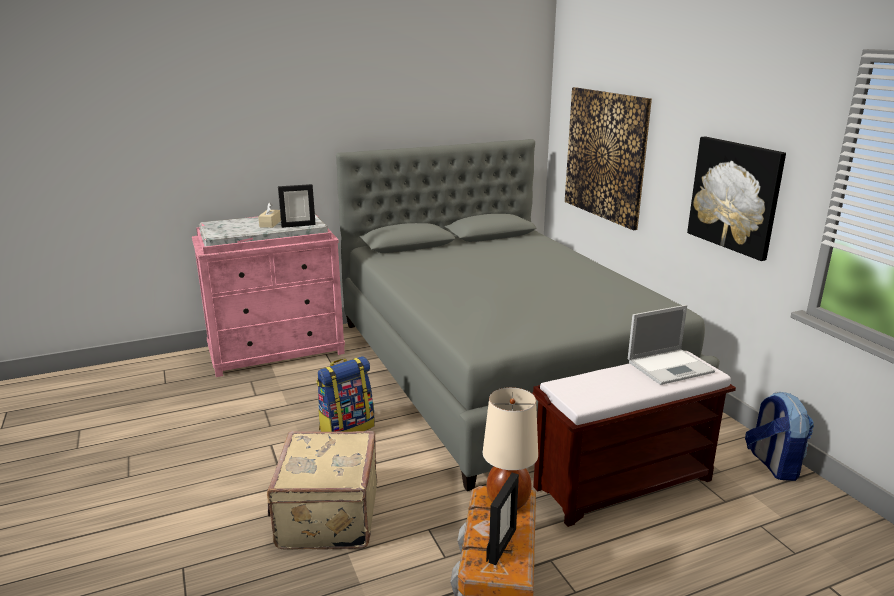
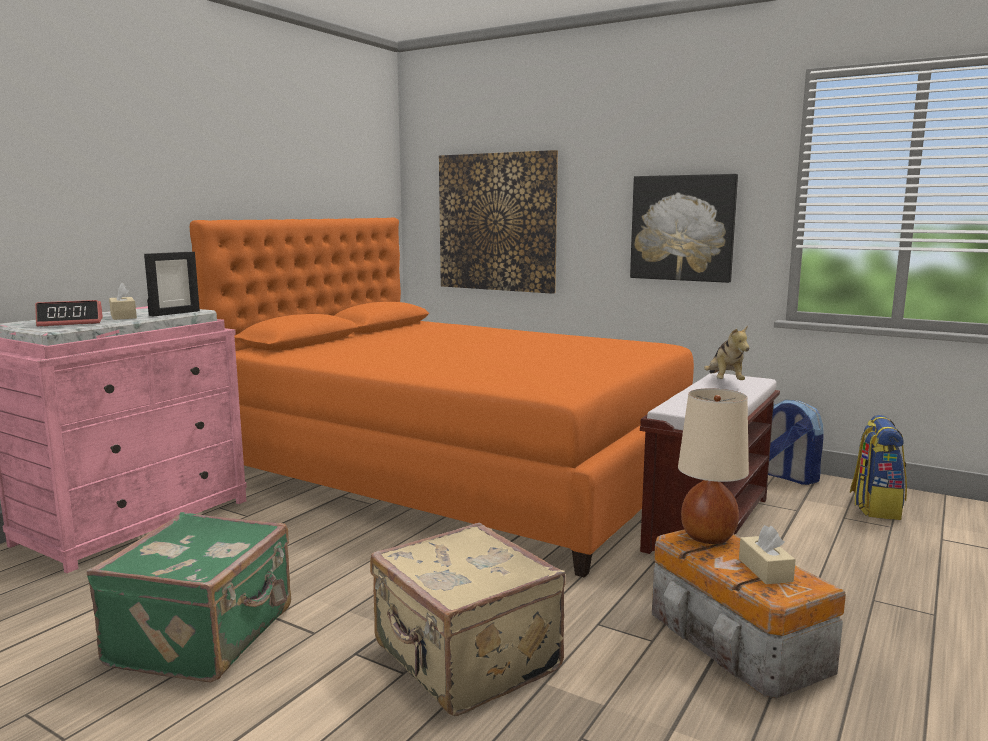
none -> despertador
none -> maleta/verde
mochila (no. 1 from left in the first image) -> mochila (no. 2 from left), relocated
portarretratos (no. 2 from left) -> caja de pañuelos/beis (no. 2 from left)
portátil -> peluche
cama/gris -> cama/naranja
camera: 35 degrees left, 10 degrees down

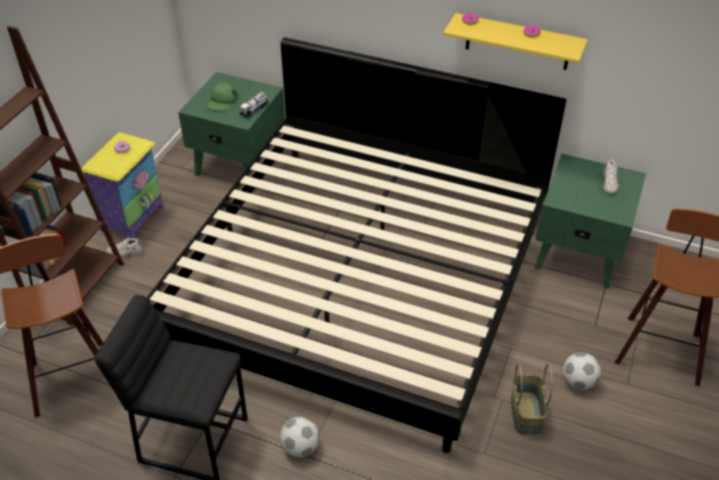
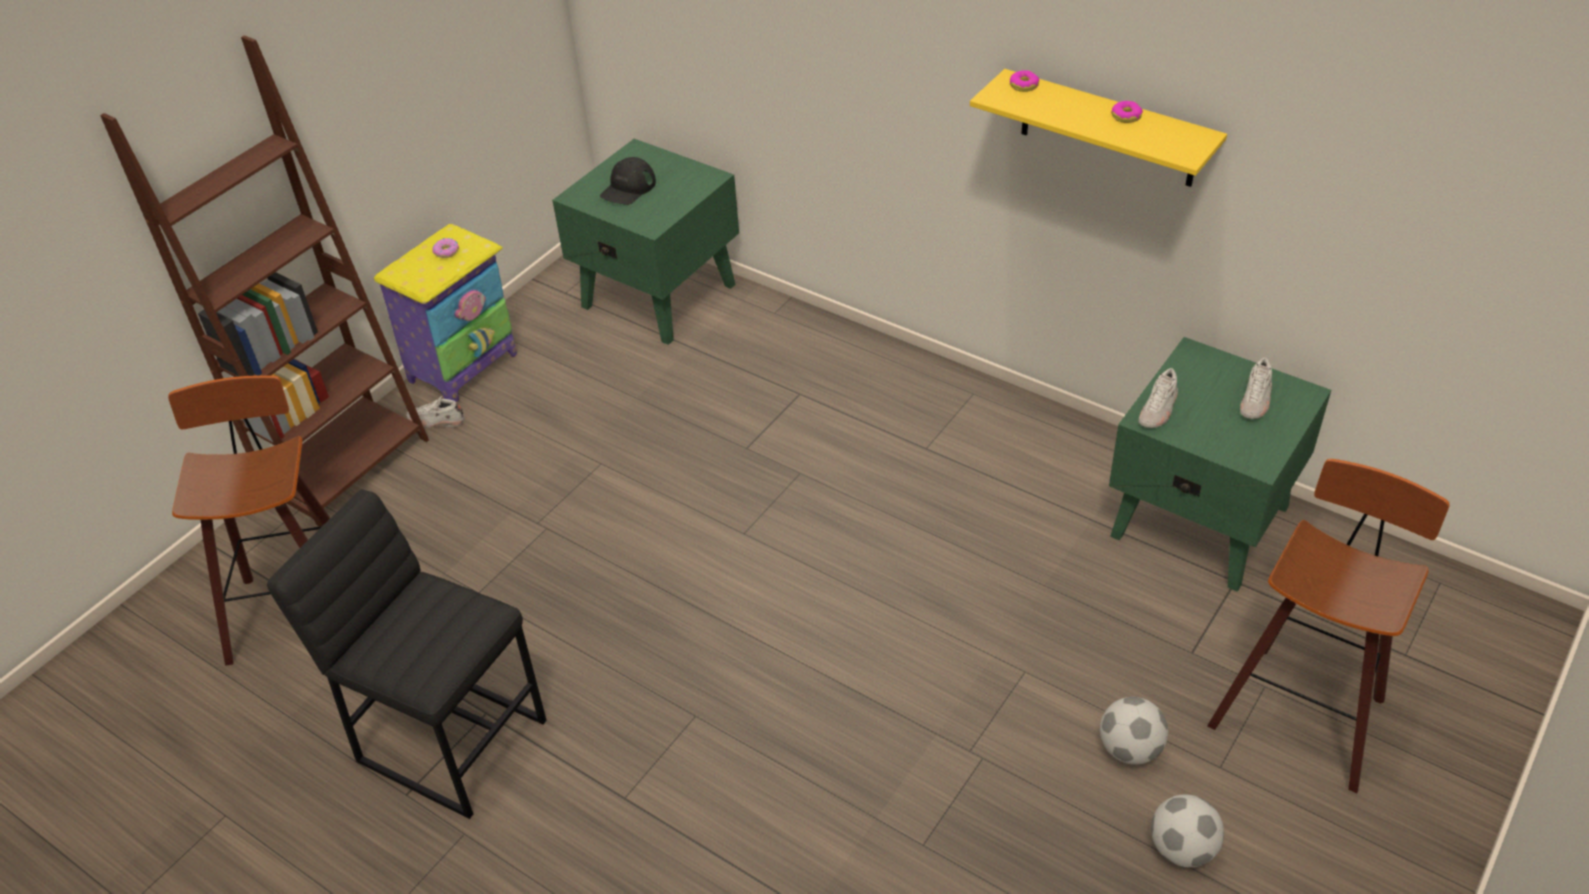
cama -> none
camión de juguete -> none
cesta -> none
none -> zapato/blanco (no. 2 from left)
balón de fútbol (no. 1 from left in the first image) -> balón de fútbol (no. 2 from left), relocated
gorra/verde -> gorra/negro
camera: 15 degrees right, 0 degrees up

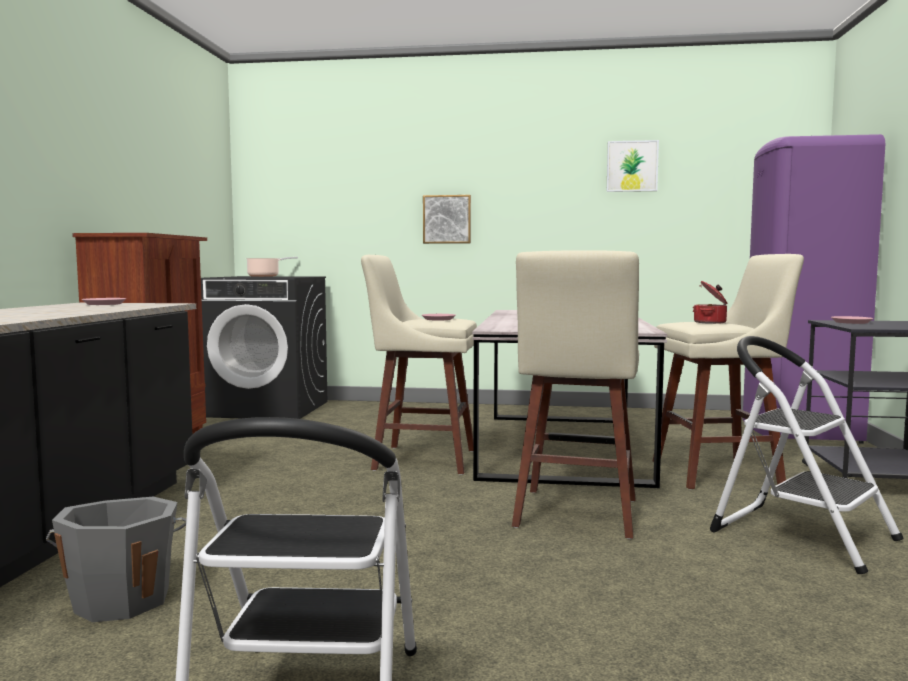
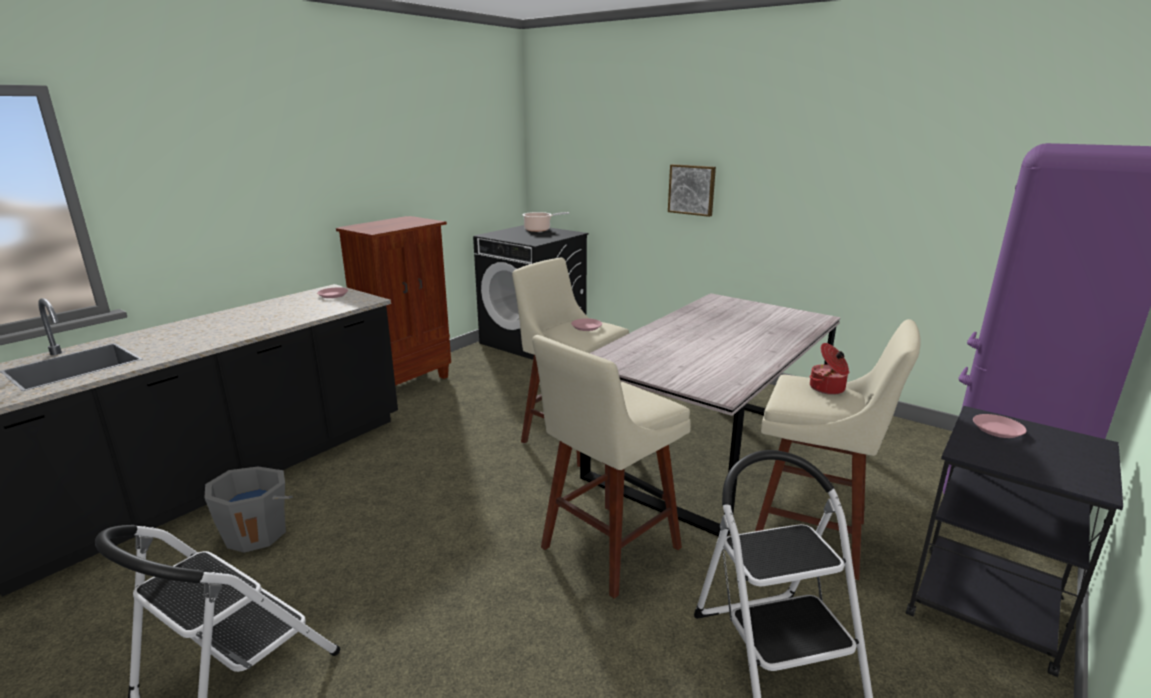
cuadro (no. 2 from left) -> none
camera: 30 degrees right, 15 degrees up

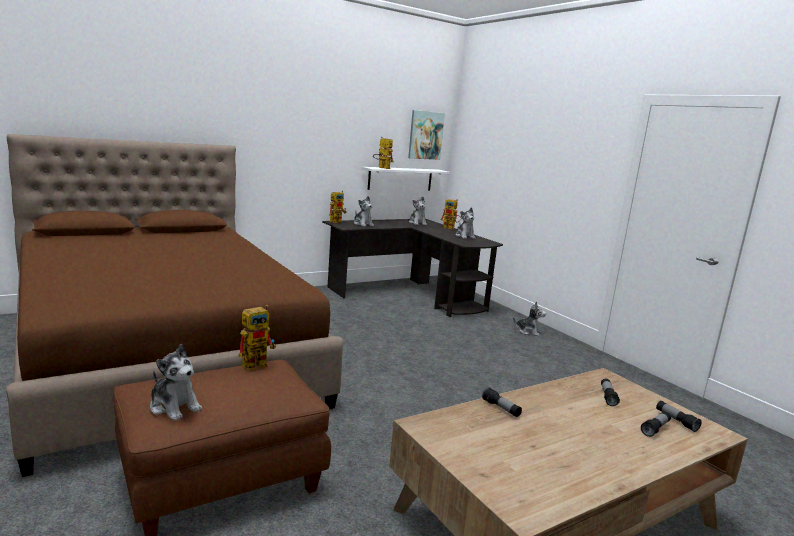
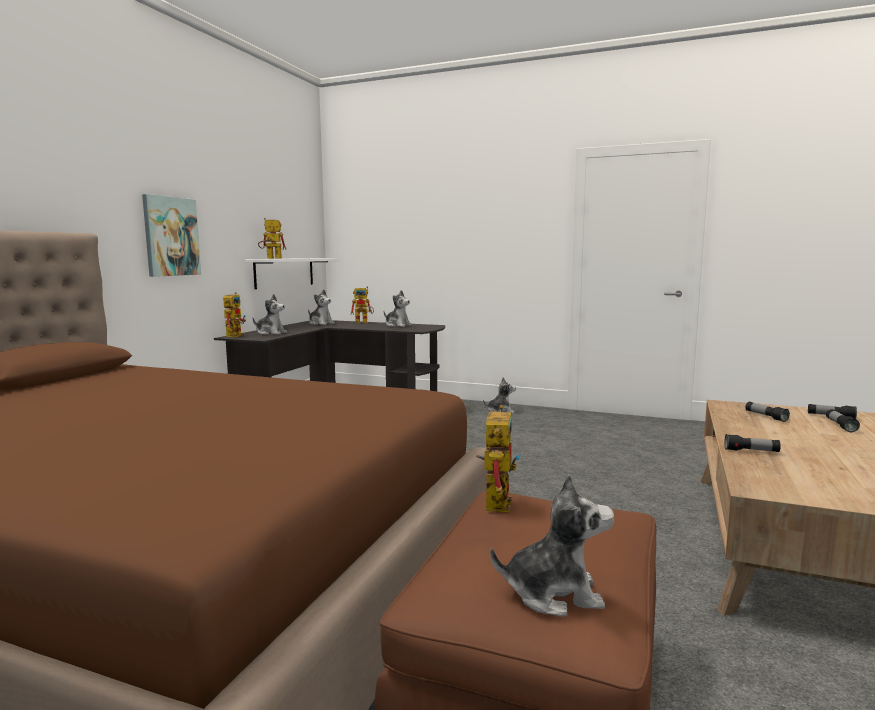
cuadro, relocated
camera: 35 degrees left, 5 degrees down

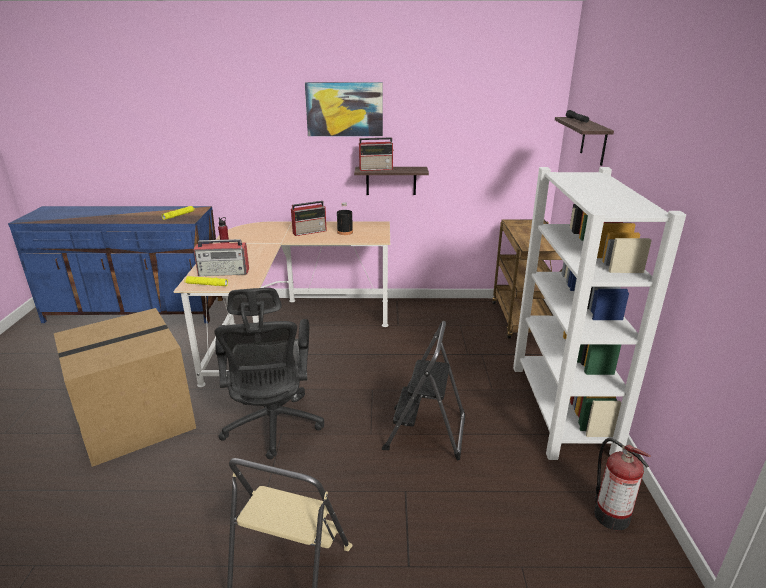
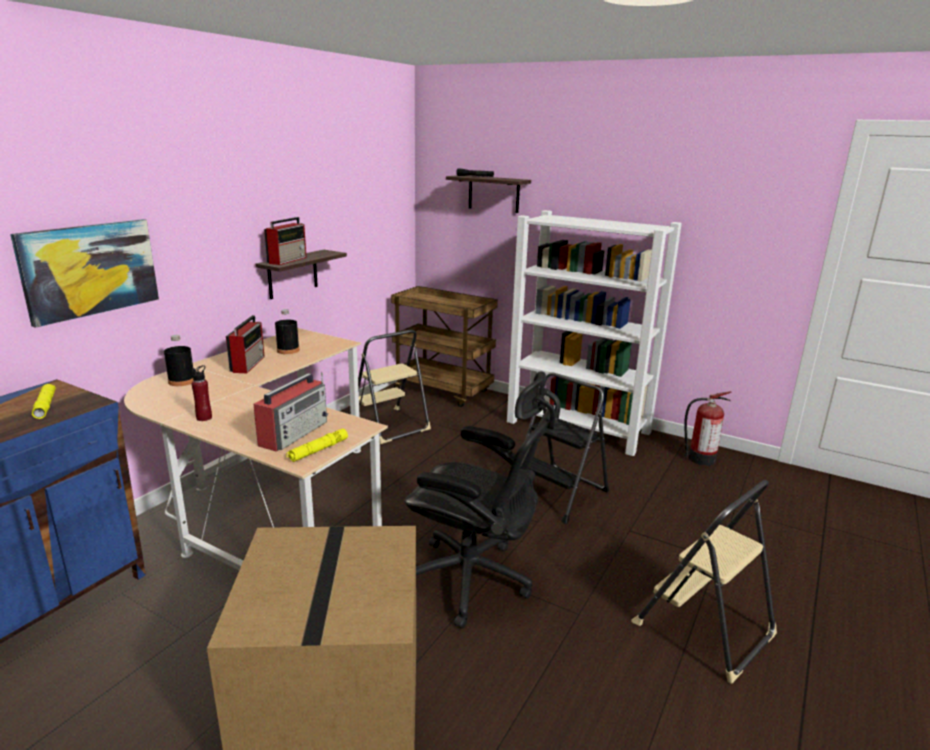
none -> botella/negro (no. 1 from left)
none -> escalera de tijera/beis (no. 1 from left)
cuadro, relocated
camera: 60 degrees left, 5 degrees down

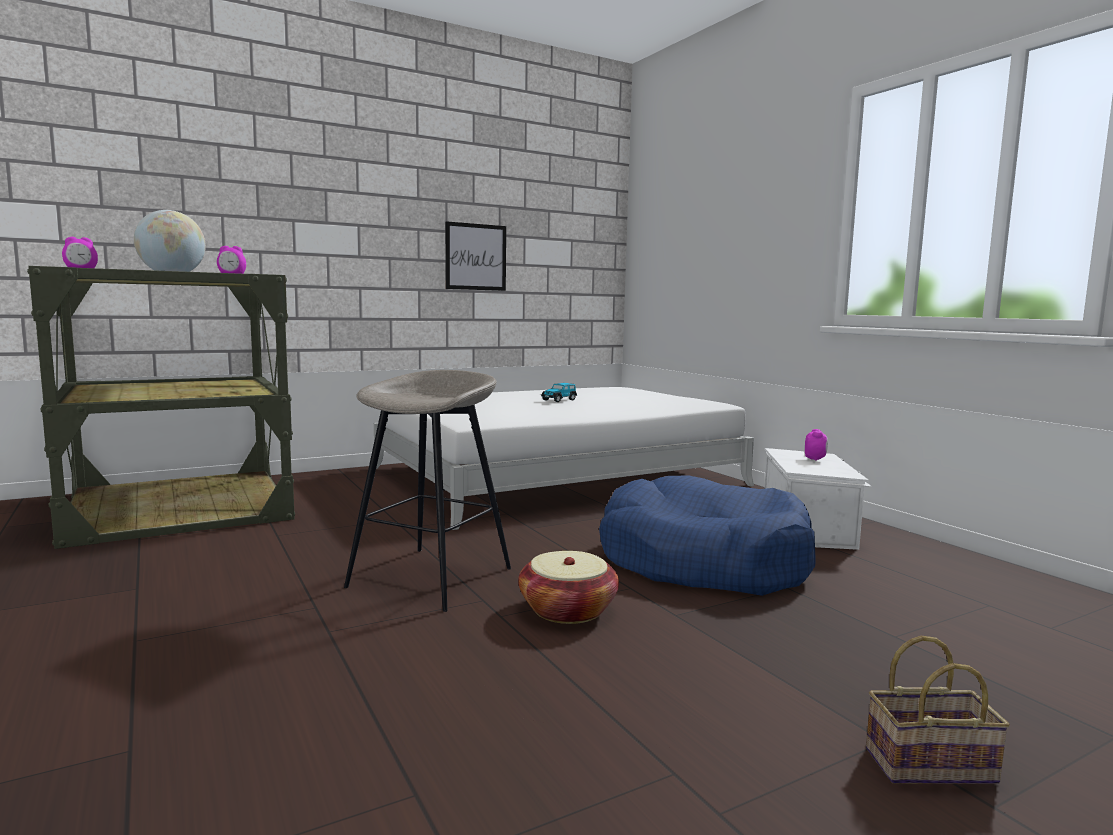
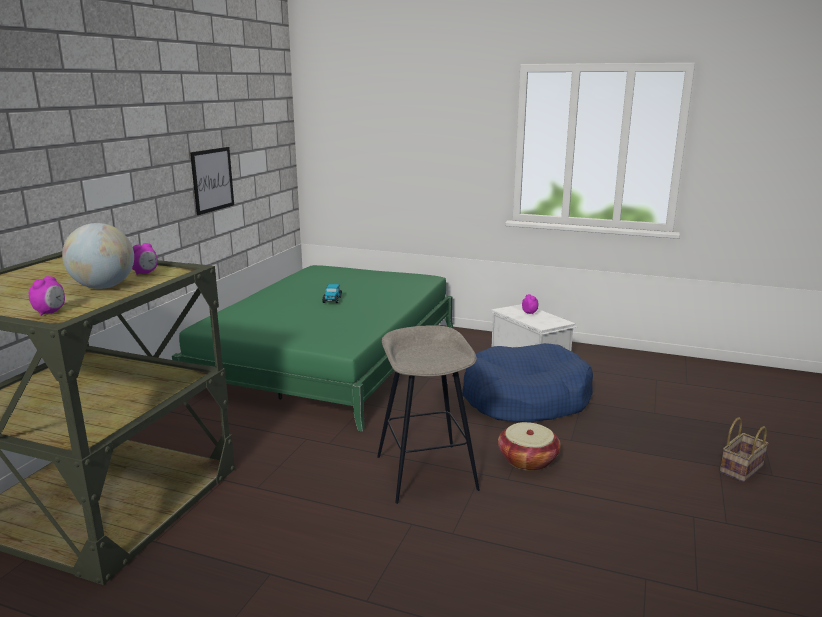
cama/blanco -> cama/verde
camera: 40 degrees left, 10 degrees up

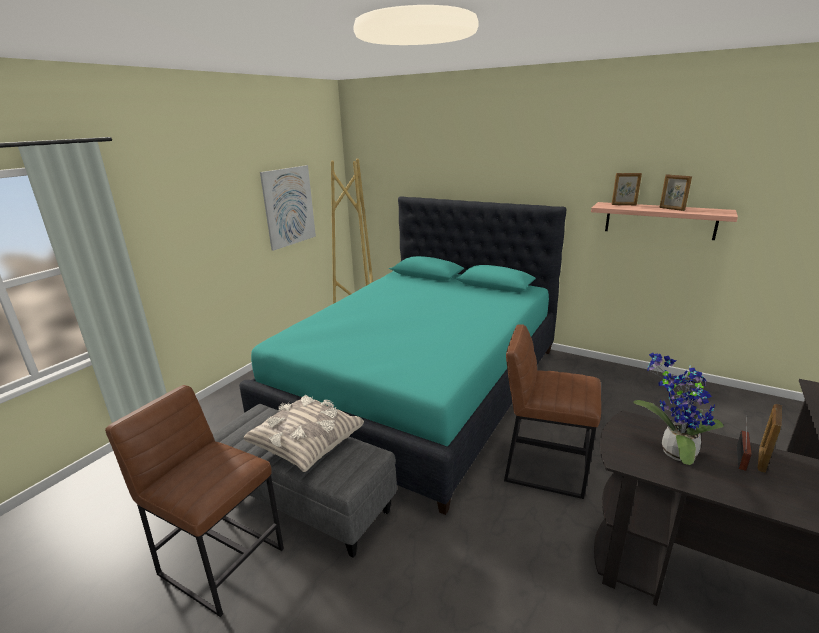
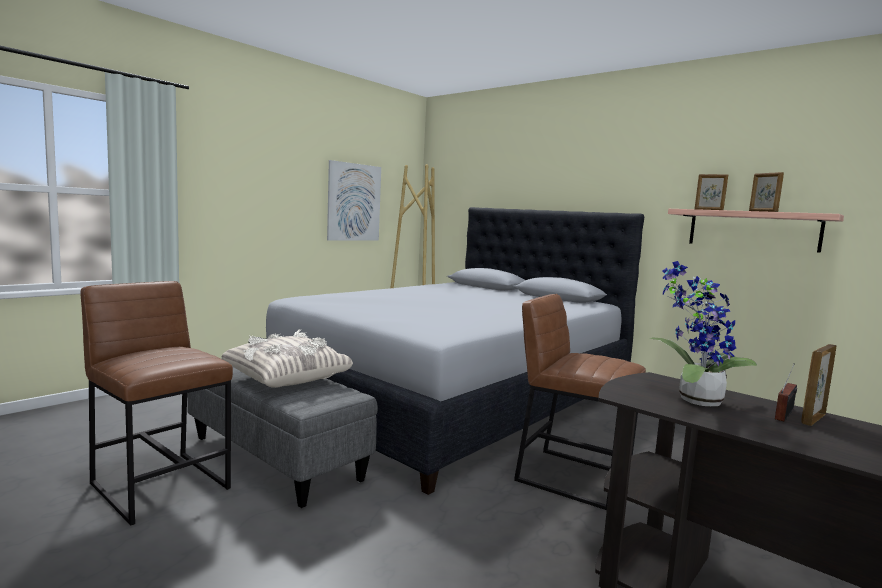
cama/turquesa -> cama/gris
camera: 10 degrees right, 15 degrees down

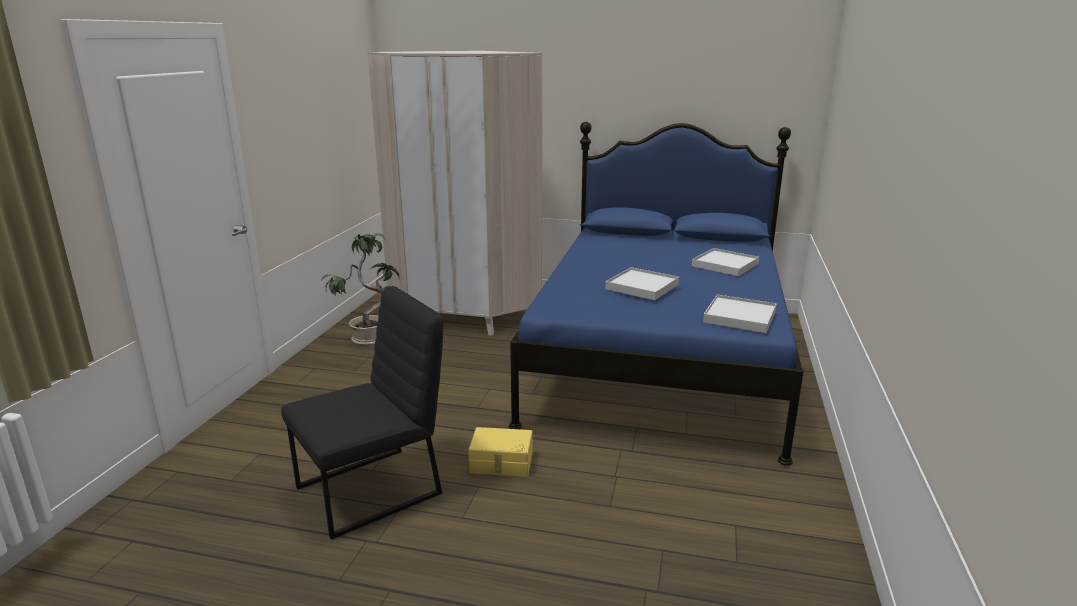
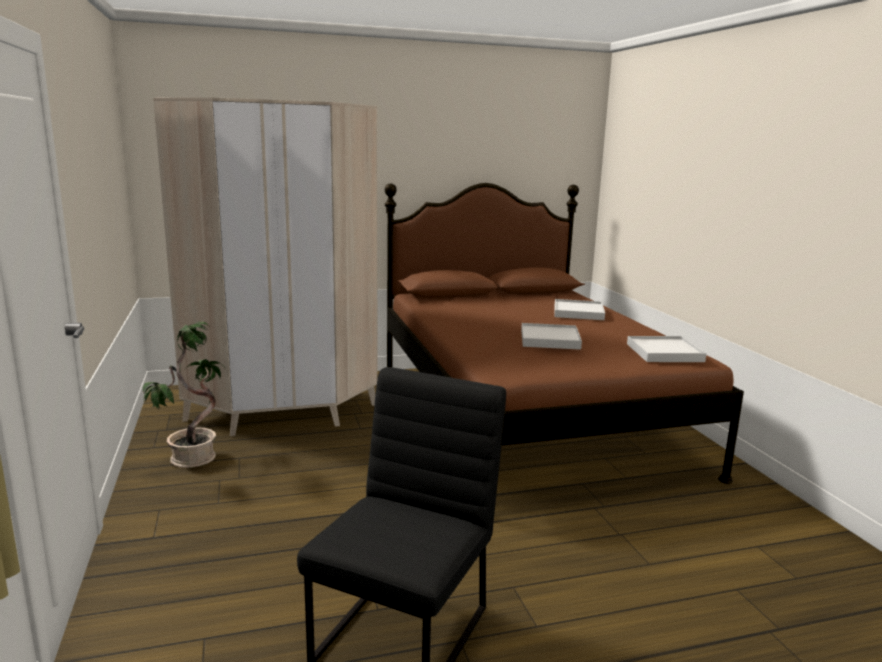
caja de almacenaje/amarillo -> none
cama/azul -> cama/marrón
camera: 30 degrees left, 5 degrees down

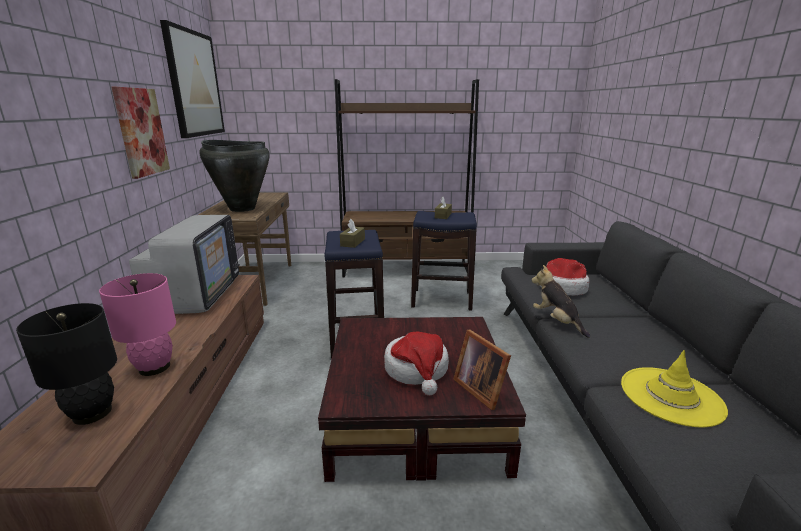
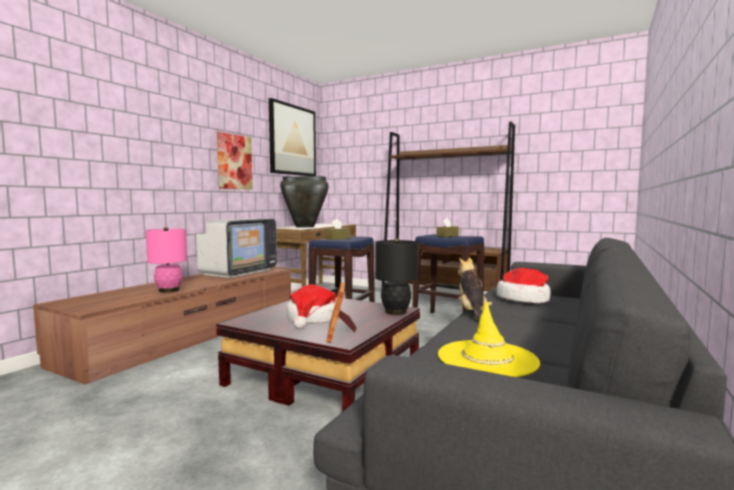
lámpara de mesa/negro, relocated
camera: 30 degrees right, 15 degrees down

